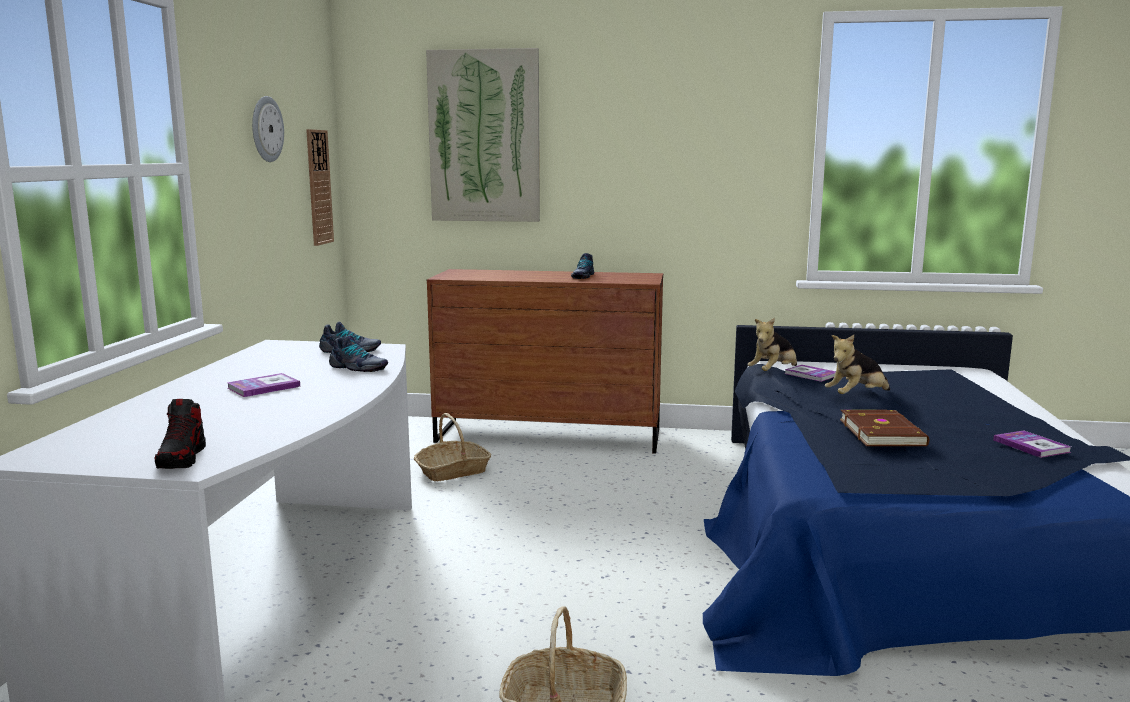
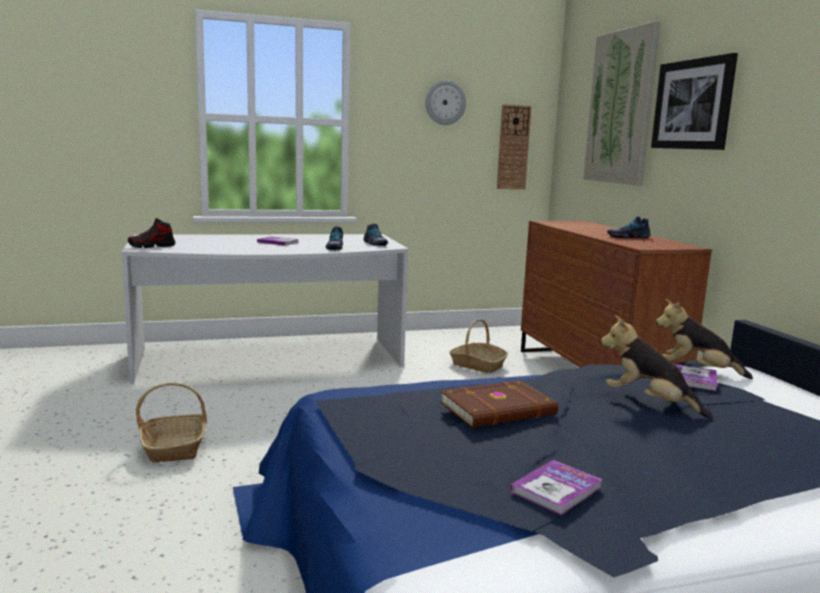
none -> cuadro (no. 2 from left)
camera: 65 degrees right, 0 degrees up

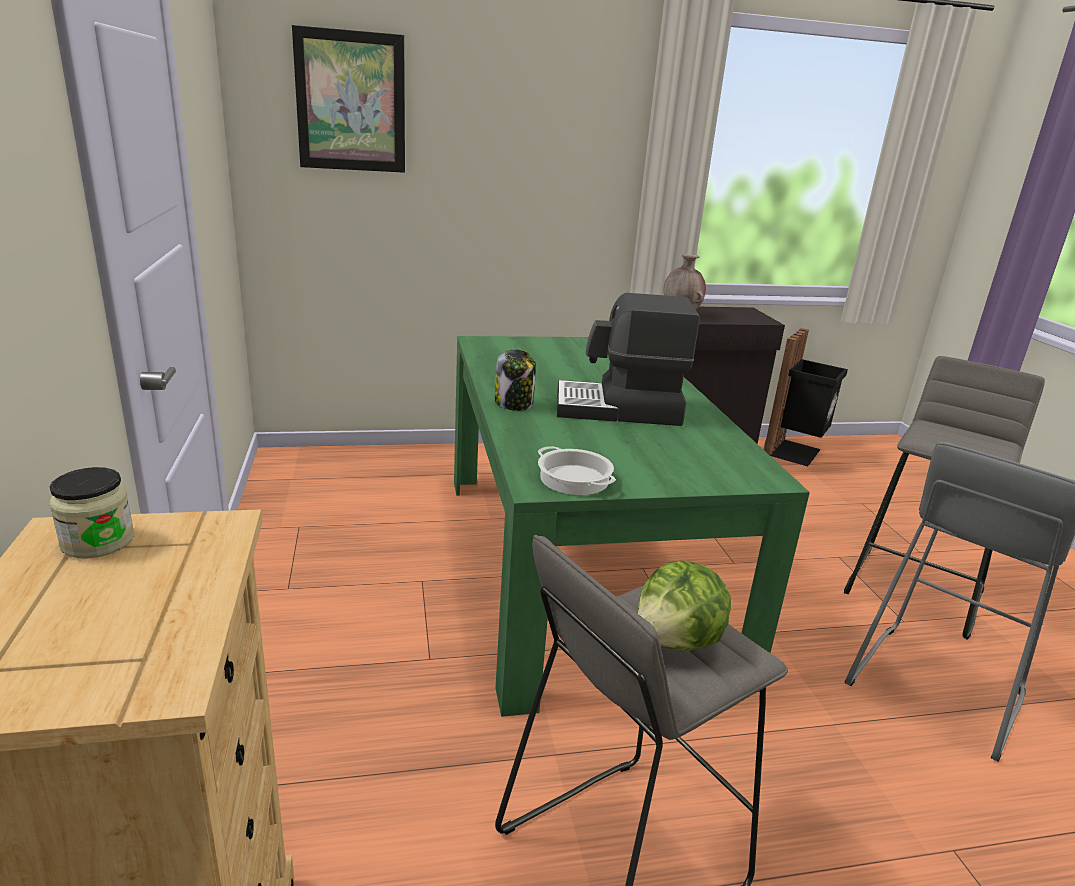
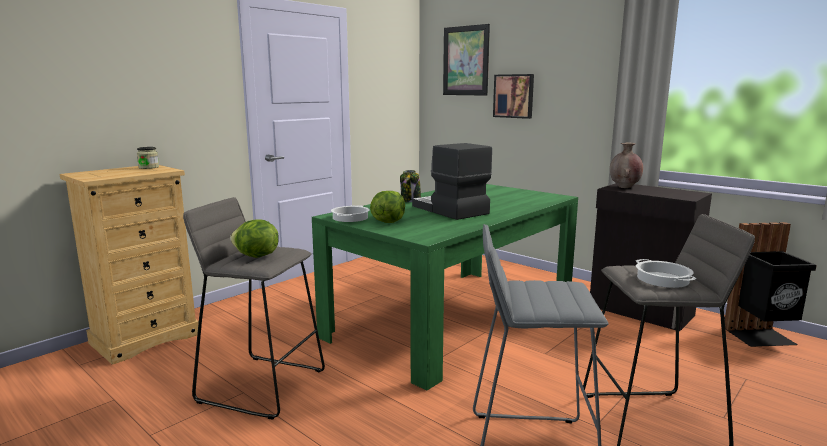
none -> lechuga (no. 2 from left)
none -> cuadro (no. 2 from left)
none -> olla (no. 2 from left)
camera: 55 degrees right, 10 degrees down

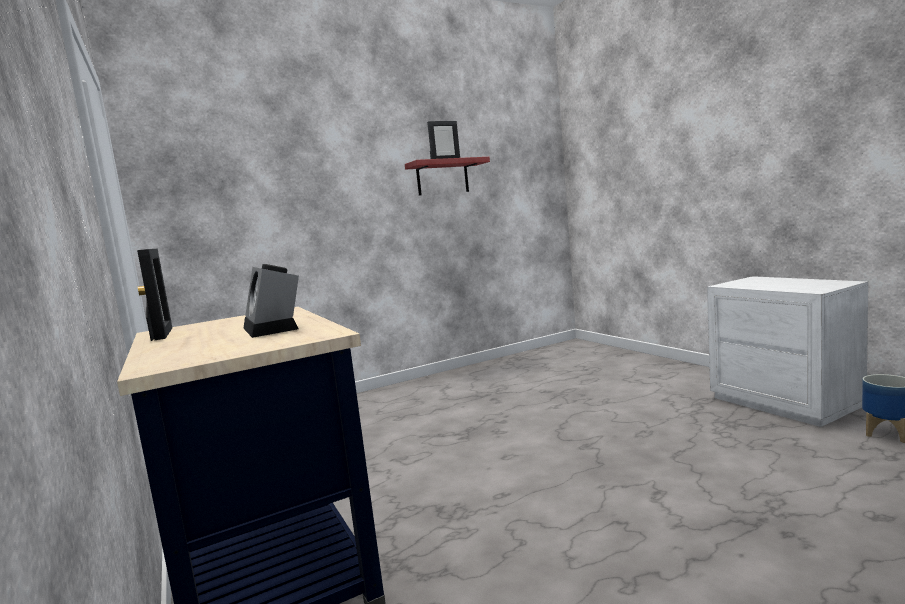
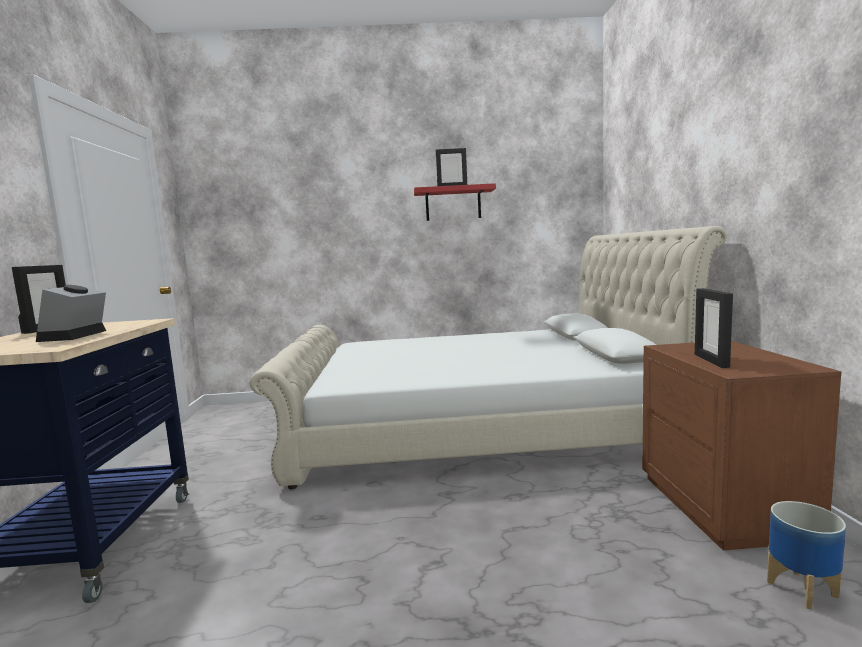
none -> cama/beis
none -> portarretratos (no. 3 from left)
mesita de noche/blanco -> mesita de noche/marrón
camera: 25 degrees right, 0 degrees up

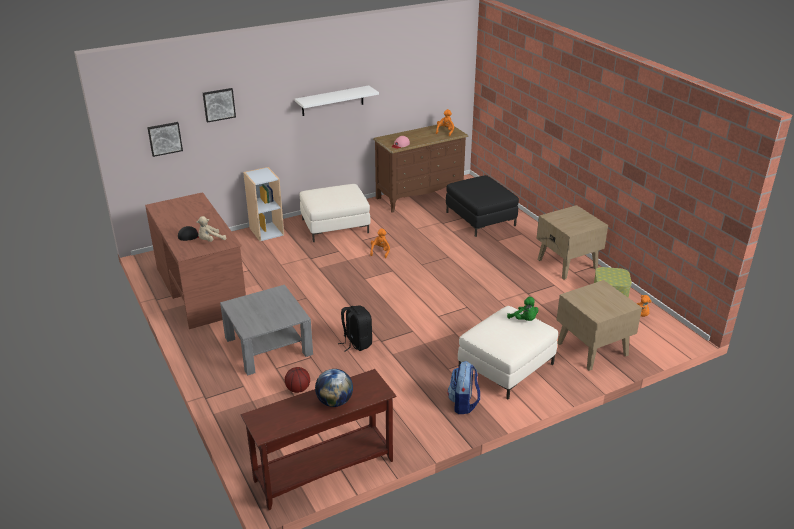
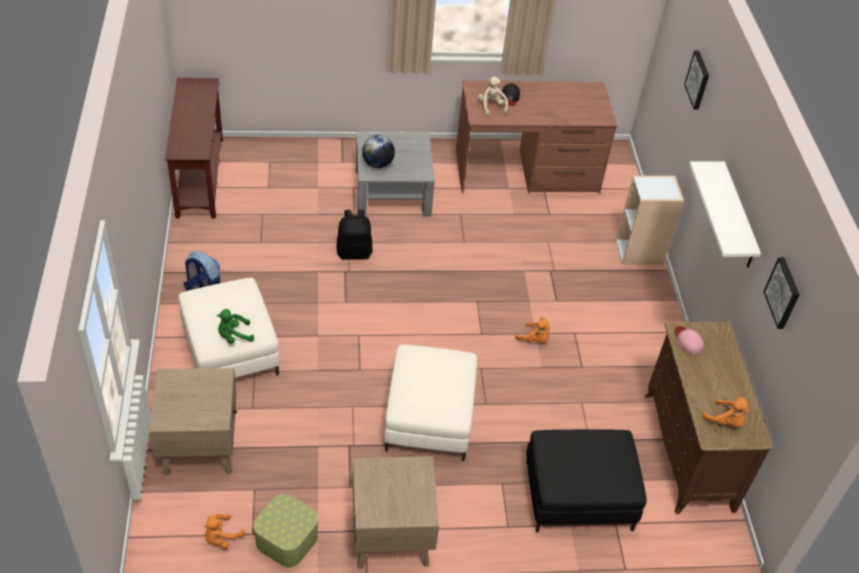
balón de baloncesto -> none
cuadro (no. 1 from left in the first image) -> cuadro (no. 2 from left), relocated
puf/blanco (no. 1 from left in the first image) -> puf/blanco (no. 2 from left), relocated
globo terráqueo, relocated
camera: 110 degrees right, 15 degrees up

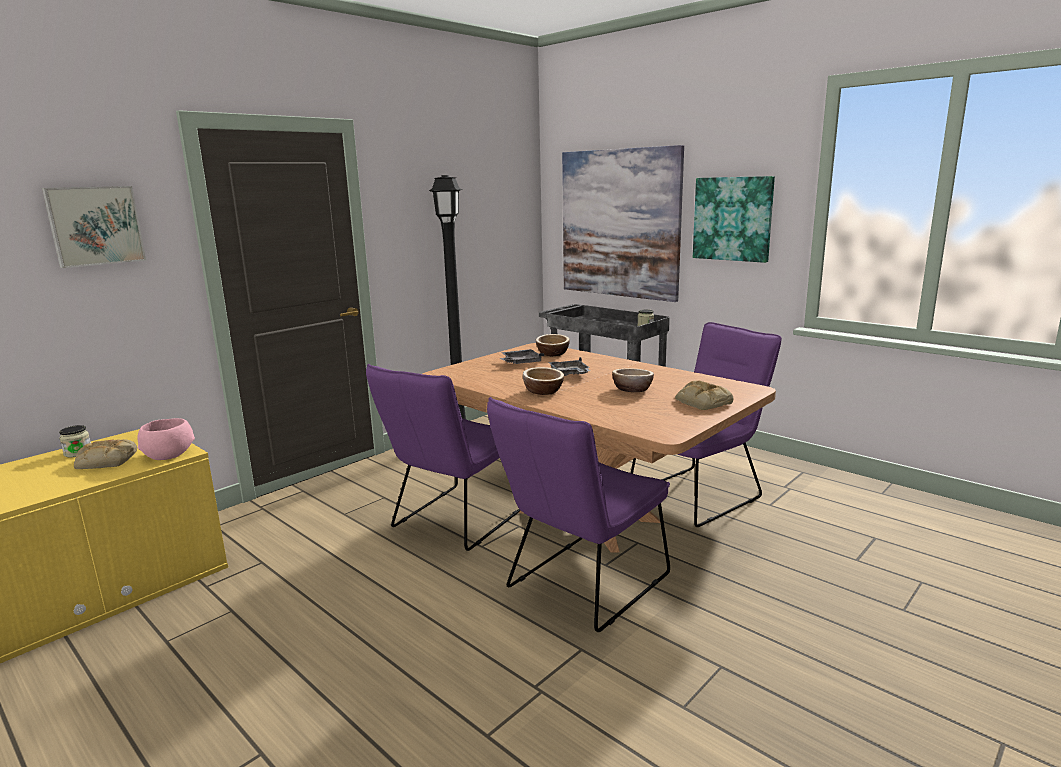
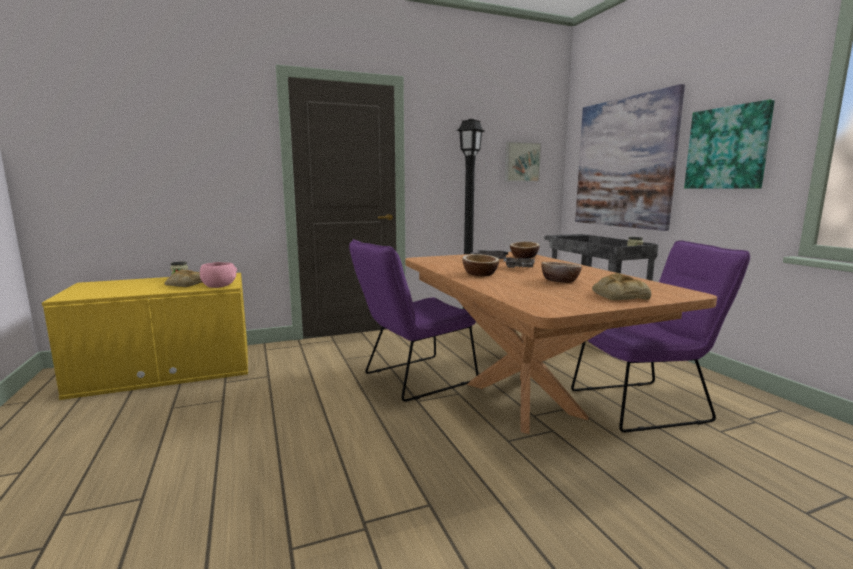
silla/morado (no. 2 from left) -> none
cuadro (no. 1 from left), relocated
camera: 25 degrees right, 5 degrees down

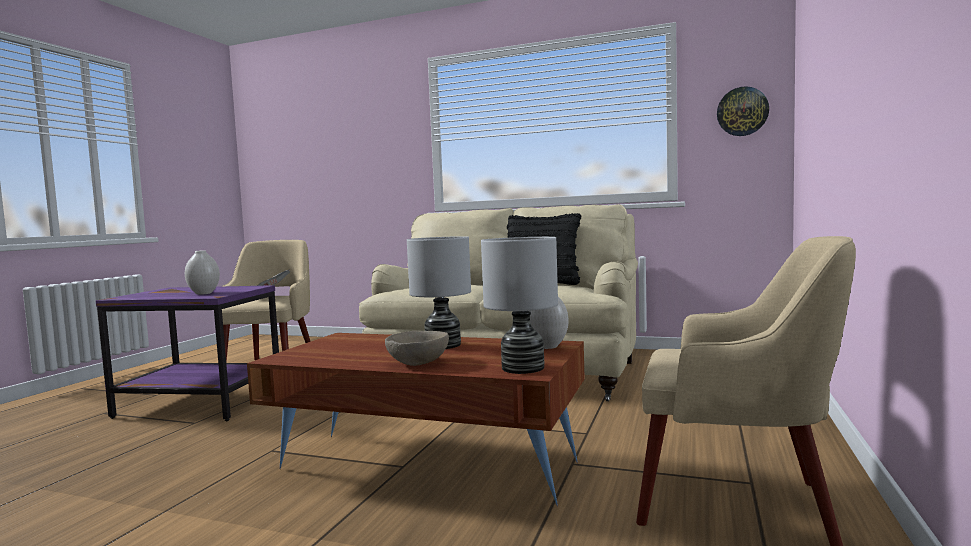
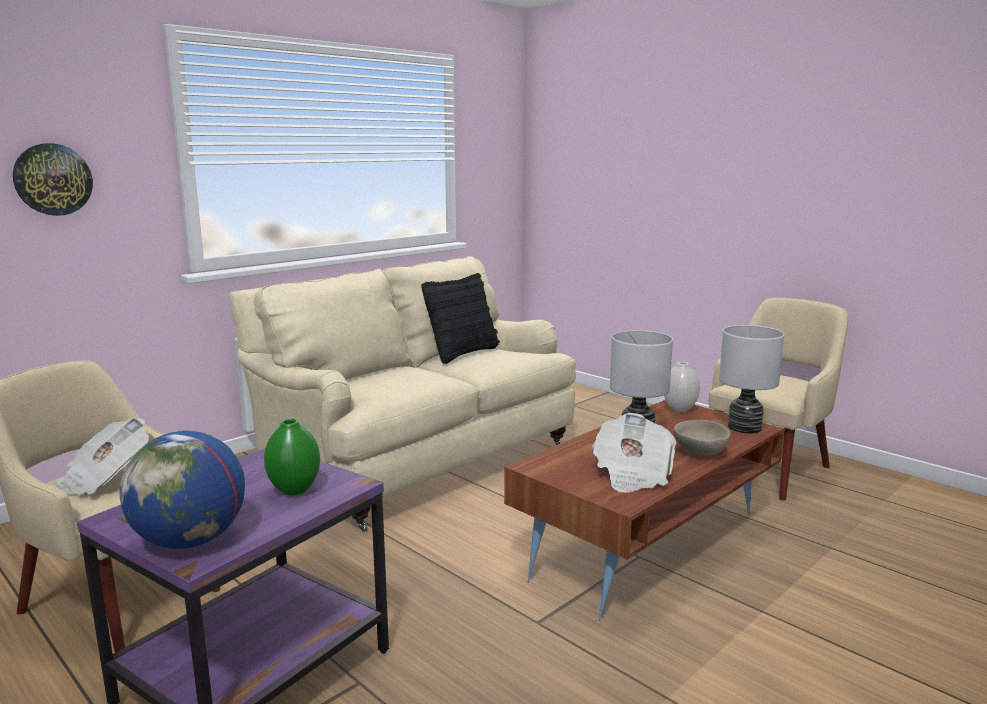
none -> globo terráqueo
none -> periódico (no. 2 from left)
reloj de pared, relocated
florero/blanco (no. 1 from left) -> florero/verde
camera: 65 degrees left, 10 degrees up

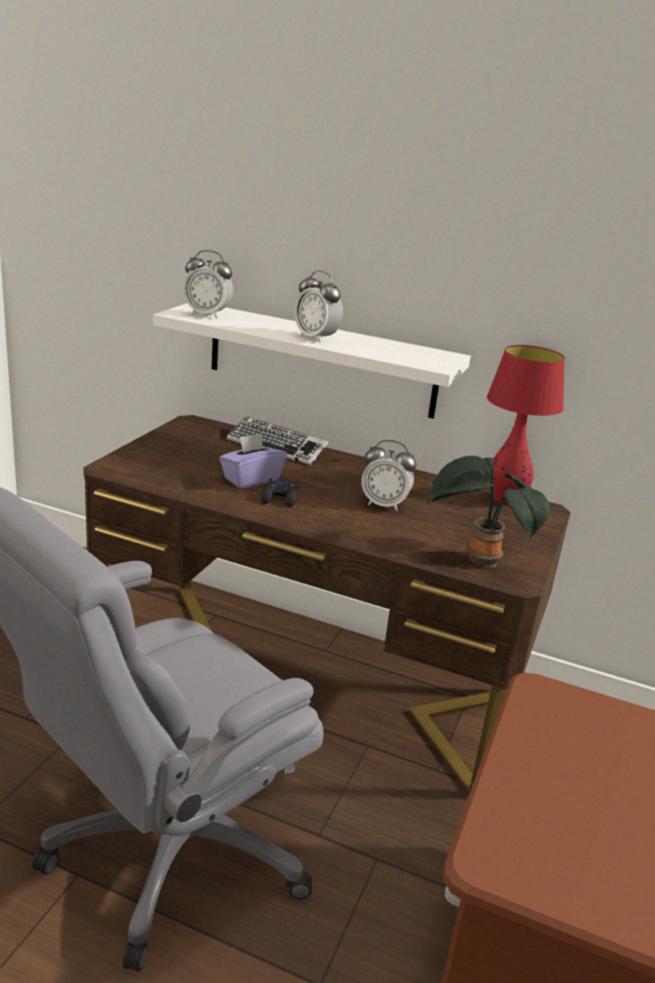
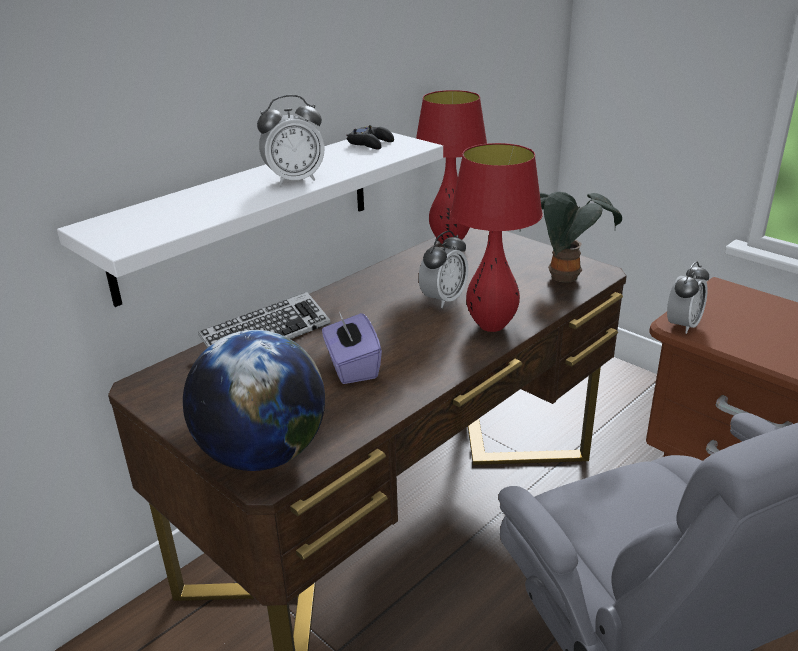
none -> globo terráqueo
none -> lámpara de mesa/rojo (no. 2 from left)
despertador (no. 1 from left in the first image) -> despertador (no. 3 from left), relocated
mando de consola/negro, relocated
camera: 65 degrees left, 5 degrees up

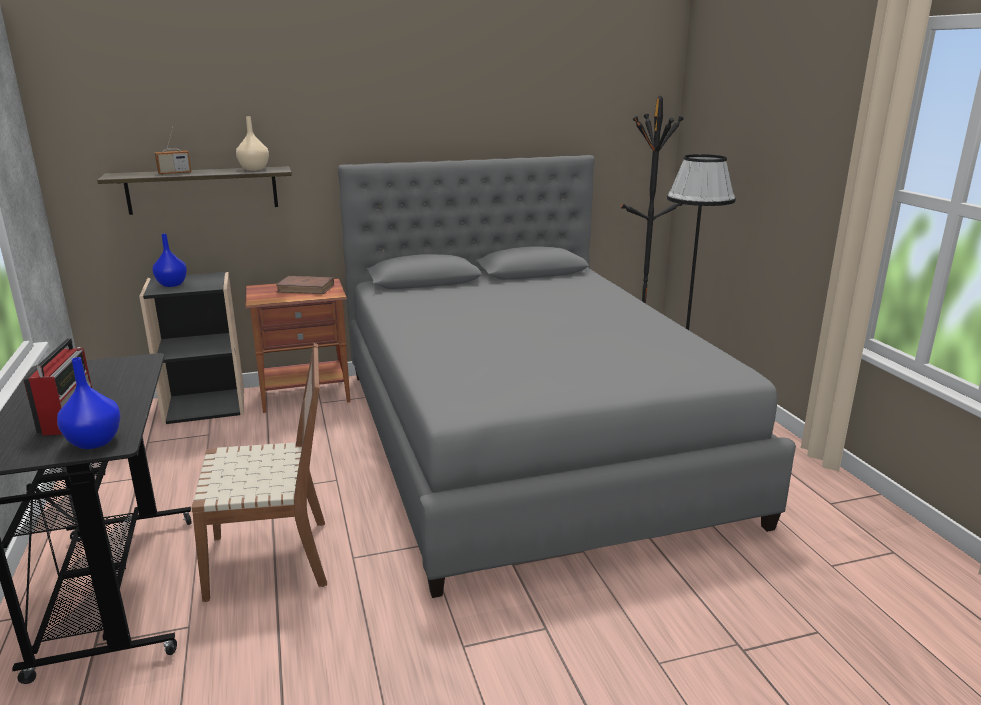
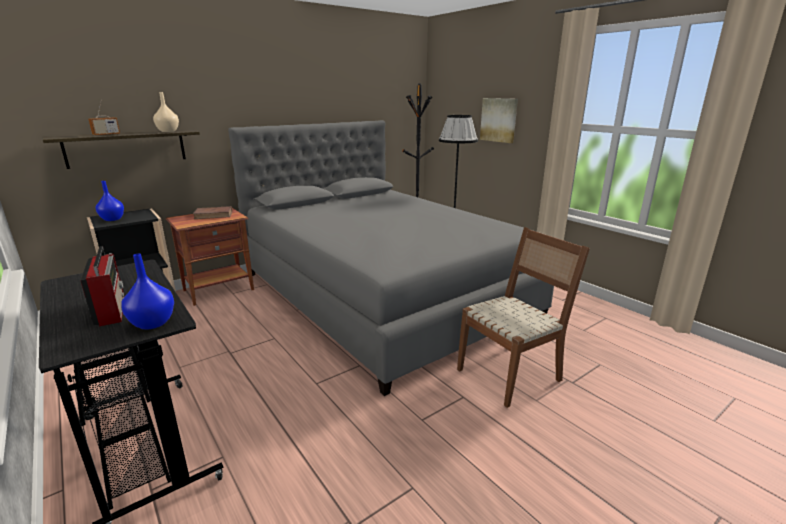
none -> cuadro
silla, relocated
camera: 20 degrees left, 0 degrees up

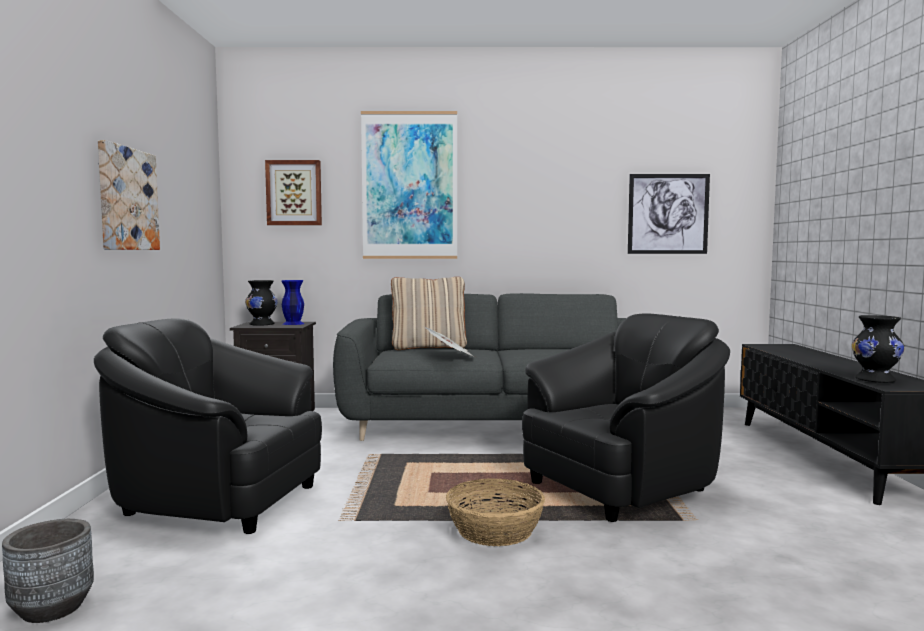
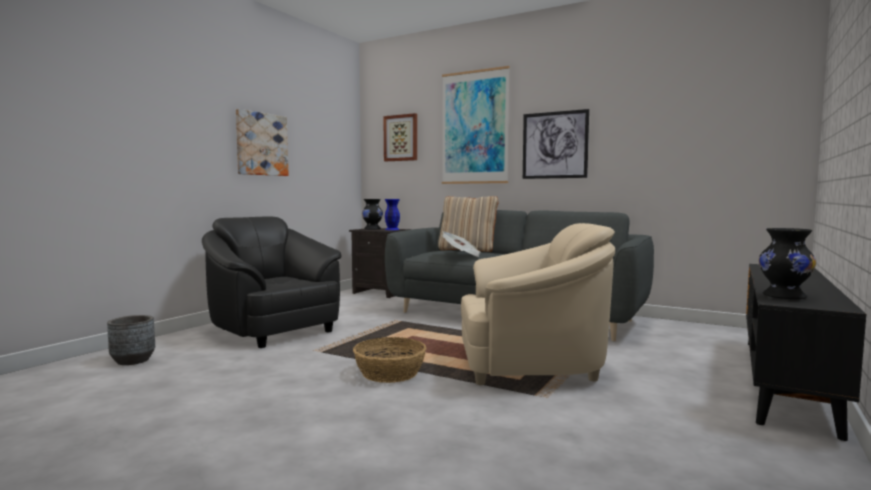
cuadro (no. 4 from left), relocated
sillón/negro (no. 2 from left) -> sillón/beis
camera: 30 degrees right, 0 degrees up

